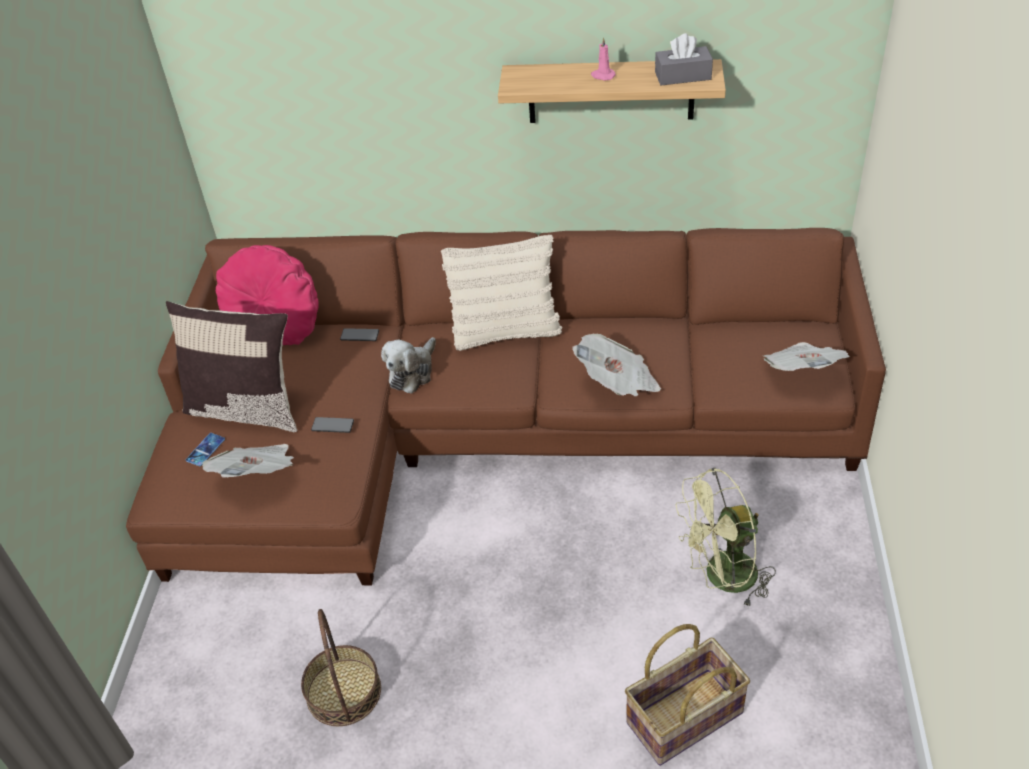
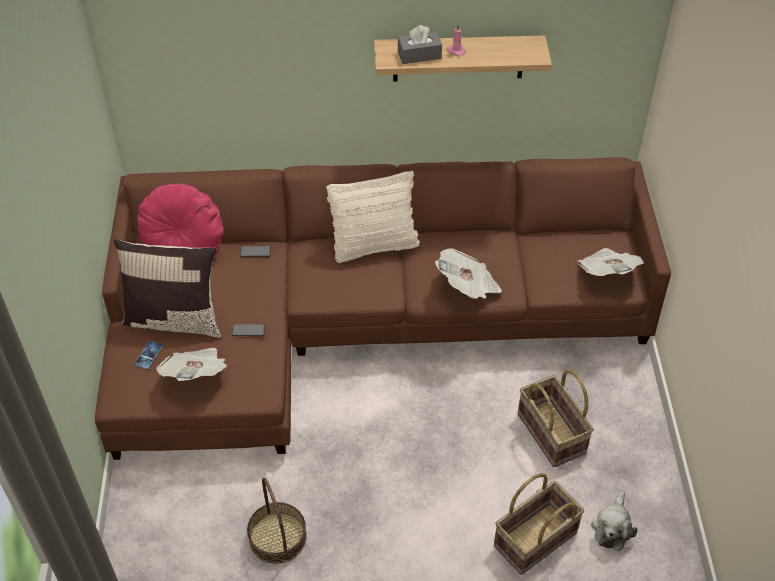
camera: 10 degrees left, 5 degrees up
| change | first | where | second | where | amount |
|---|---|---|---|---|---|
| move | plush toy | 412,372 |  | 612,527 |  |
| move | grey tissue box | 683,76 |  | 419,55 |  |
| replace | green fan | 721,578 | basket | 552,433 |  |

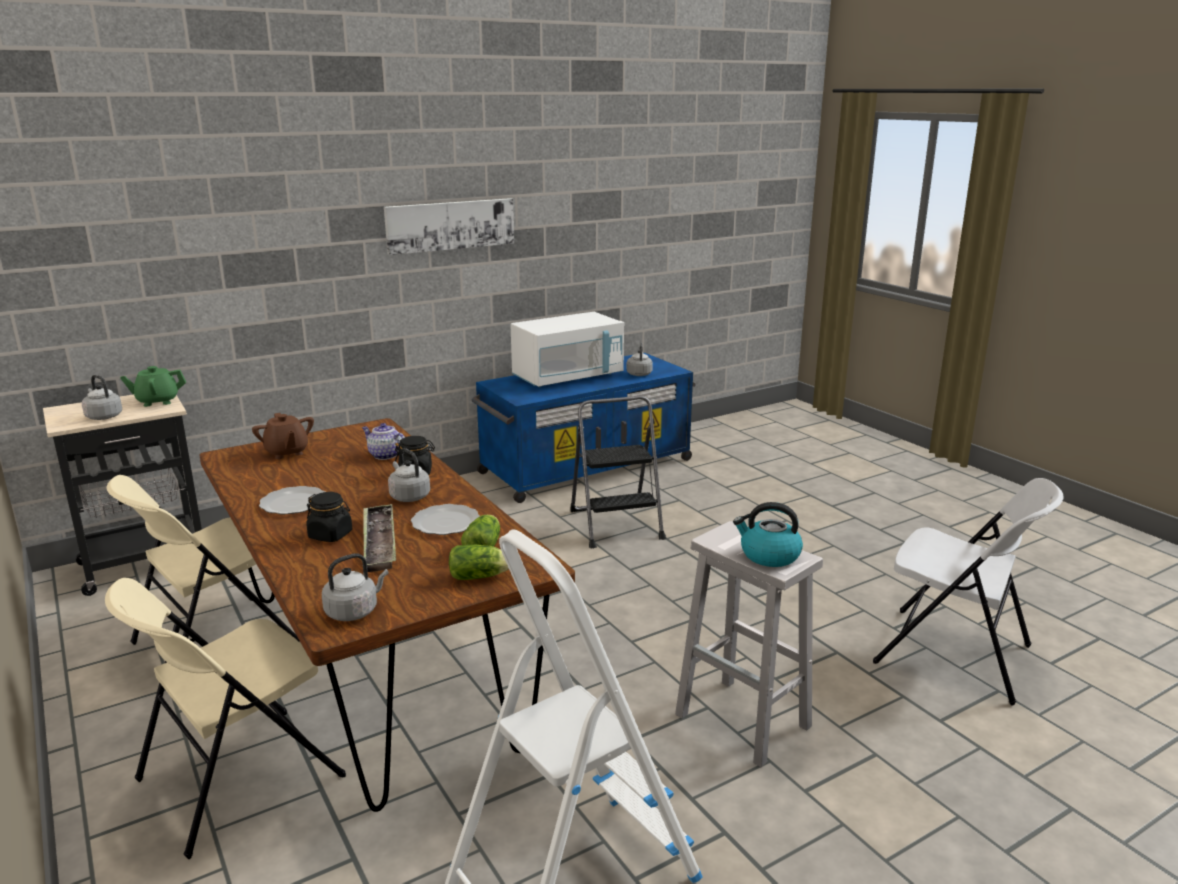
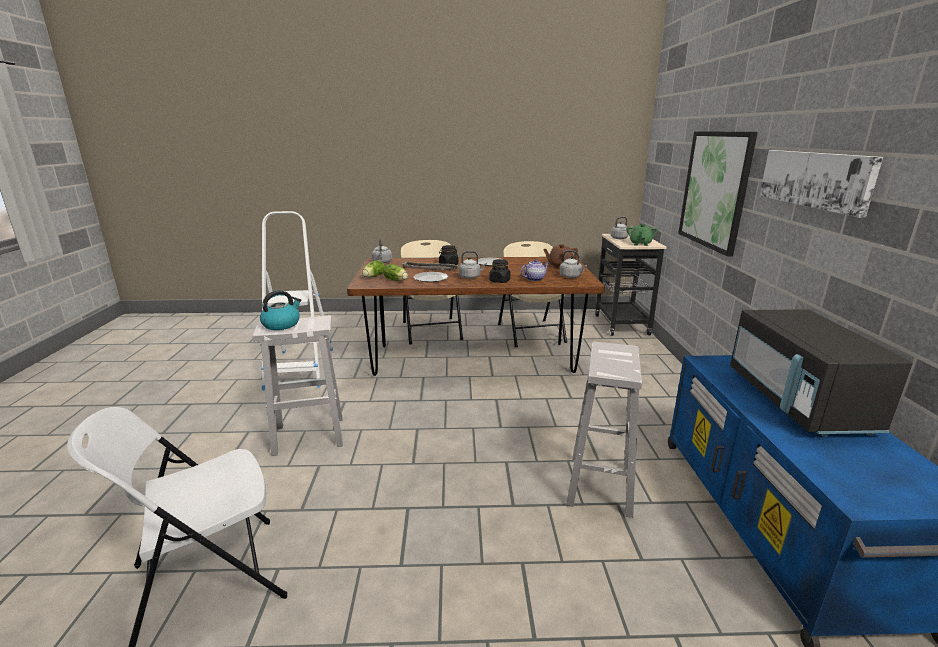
camera: 120 degrees right, 0 degrees up
| change | first | where | second | where | amount |
|---|---|---|---|---|---|
| recolor | white microwave | 568,377 | black microwave | 797,402 |  |
| replace | black step ladder | 615,522 | white stool | 600,486 |  |
| move | grey kettle | 639,374 |  | 571,276 |  |
| insert |  |  | picture | 715,190 |  |

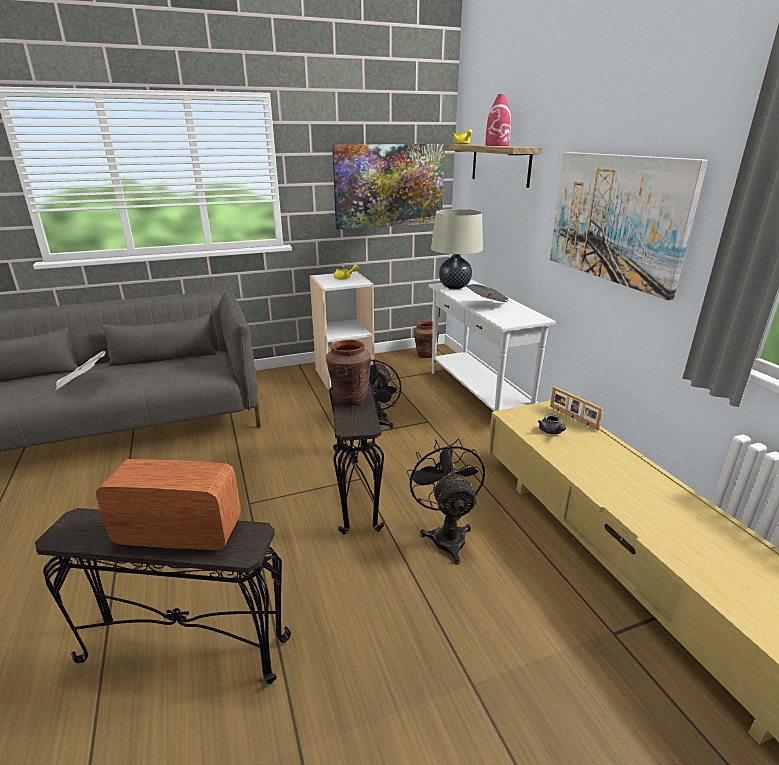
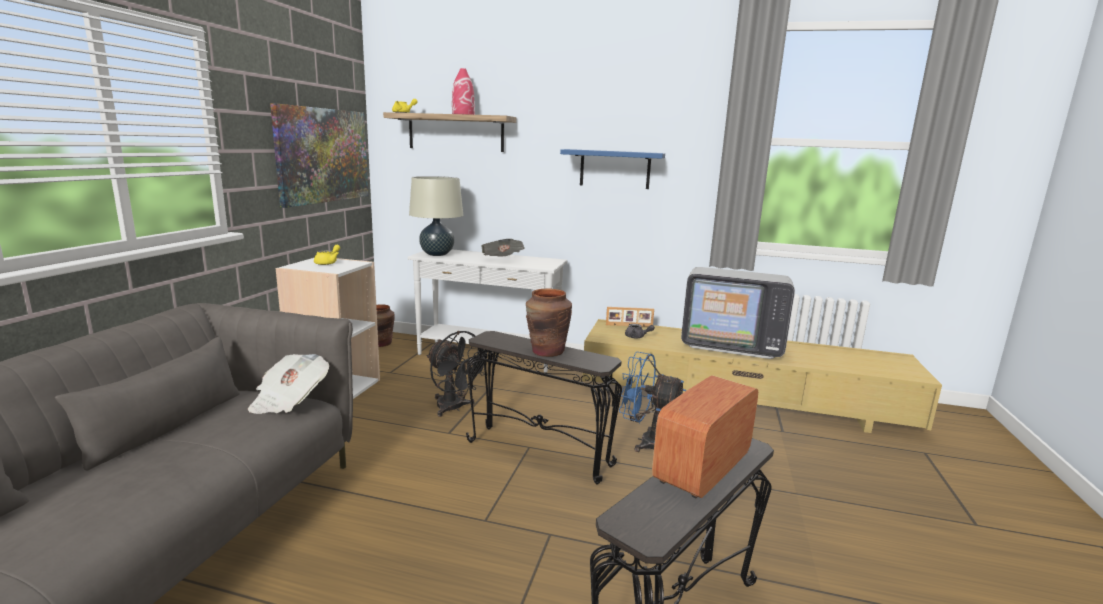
camera: 55 degrees left, 10 degrees down
| change | first | where | second | where | amount |
|---|---|---|---|---|---|
| move | newspaper | 82,383 |  | 289,400 |  |
| recolor | black fan | 446,535 | blue fan | 646,441 |  |
| replace | picture | 616,219 | blue shelf | 615,169 |  |
| insert |  |  | television | 731,344 |  |

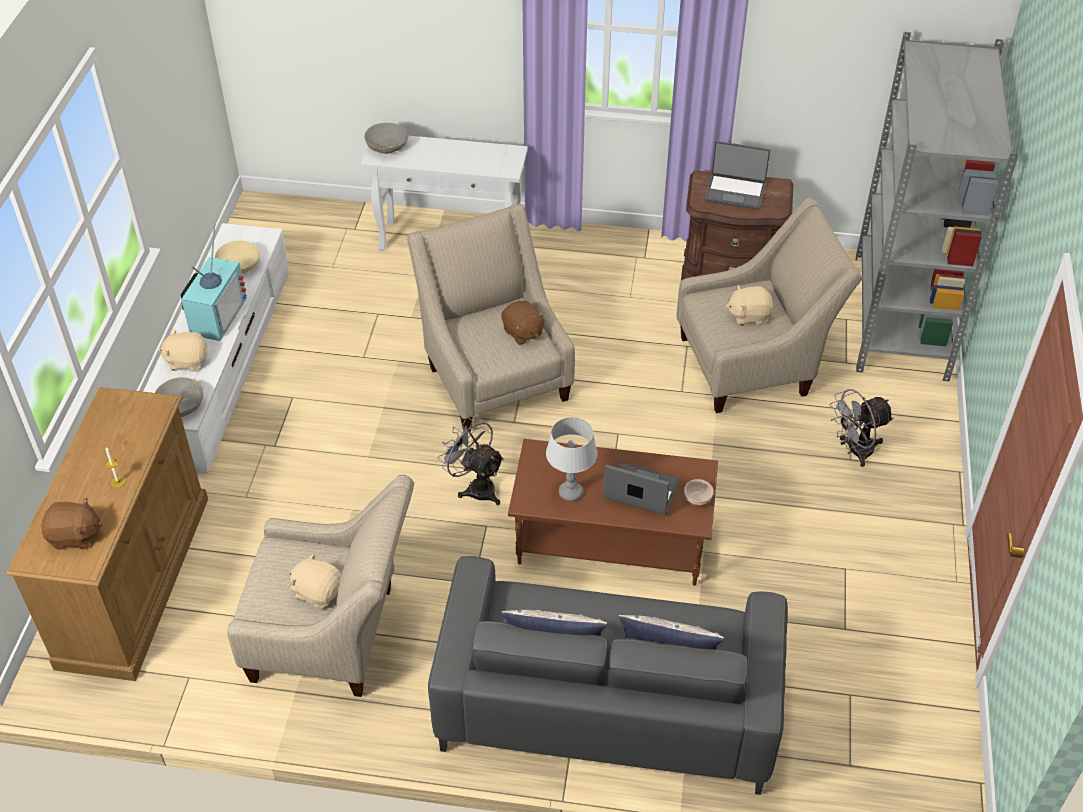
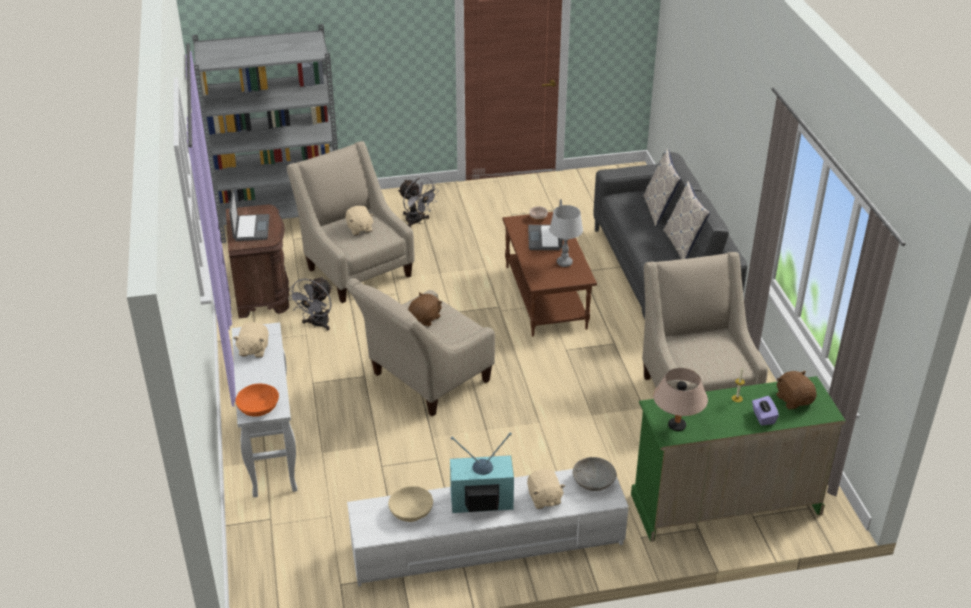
camera: 110 degrees left, 10 degrees down
| change | first | where | second | where | amount |
|---|---|---|---|---|---|
| recolor | brown cabinet | 136,579 | green cabinet | 724,504 |  |
| move | beige plush toy | 318,592 |  | 253,349 |  |
| recolor | grey bowl | 387,146 | orange bowl | 258,407 |  |
| move | grey fan | 476,487 |  | 317,324 |  |
| insert |  |  | beige table lamp | 676,425 |  |
| insert |  |  | purple tissue box | 763,417 |  |

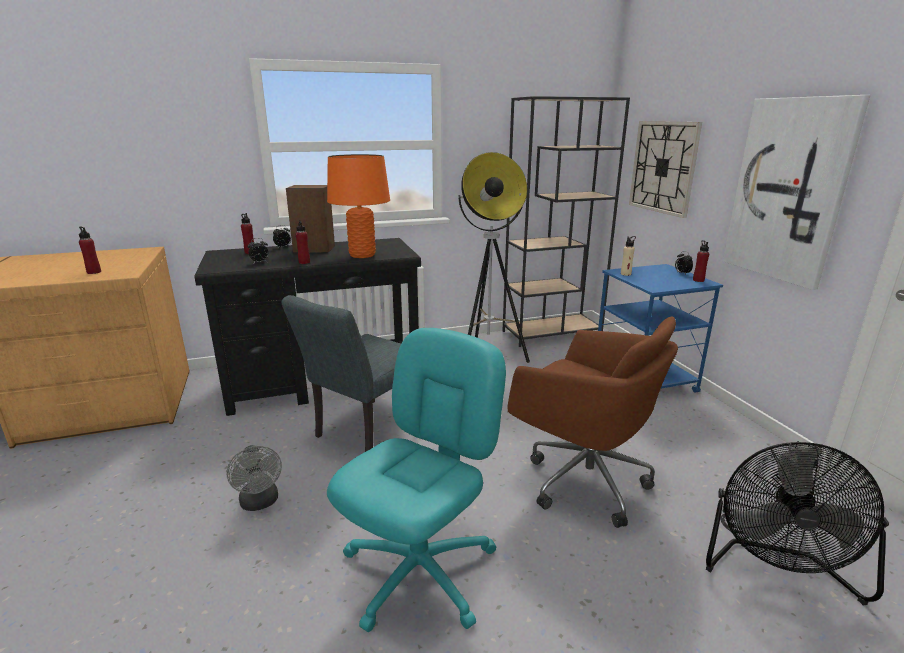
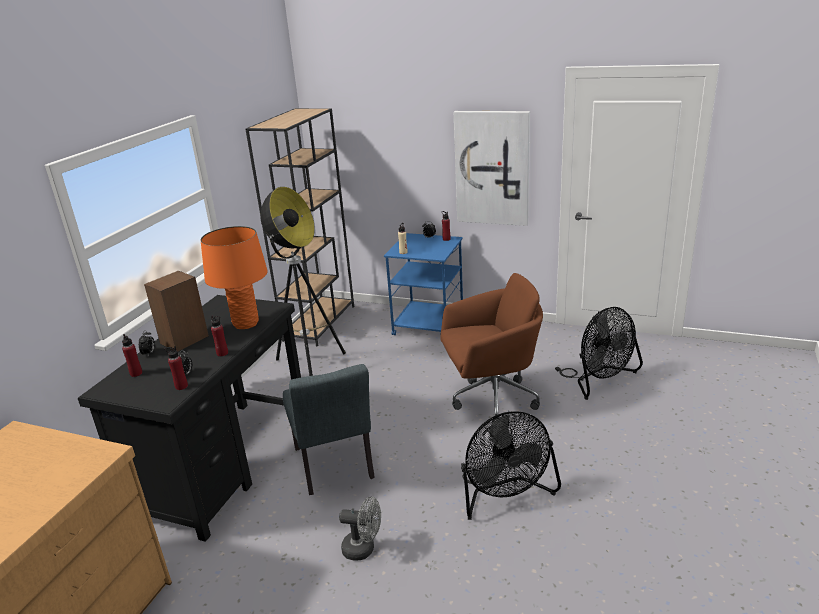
camera: 50 degrees left, 5 degrees up
| change | first | where | second | where | amount |
|---|---|---|---|---|---|
| move | red bottle | 94,272 |  | 181,386 |  |
| replace | turquoise office chair | 420,570 | black fan | 501,494 |  |
| delete | wall clock | 663,167 |  |  |  |

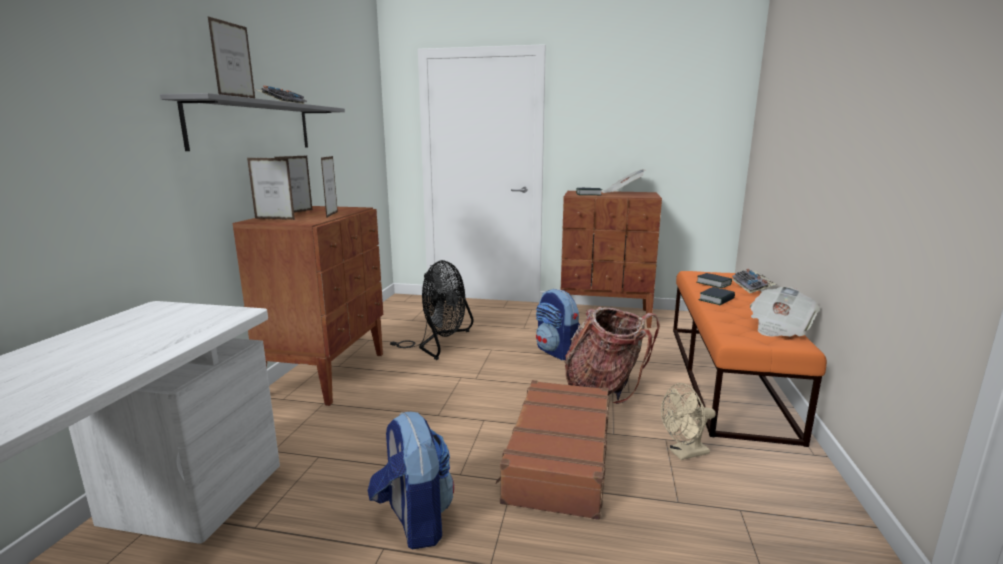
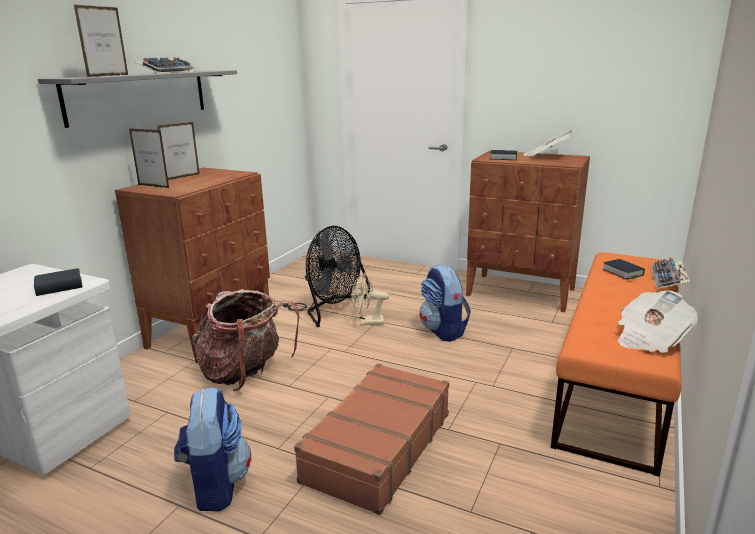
camera: 15 degrees right, 5 degrees up
| change | first | where | second | where | amount |
|---|---|---|---|---|---|
| delete | picture frame | 332,215 |  |  |  |
| move | backpack | 605,389 |  | 245,373 |  |
| move | beige fan | 684,453 |  | 367,322 |  |
| move | book | 716,299 |  | 59,287 |  |

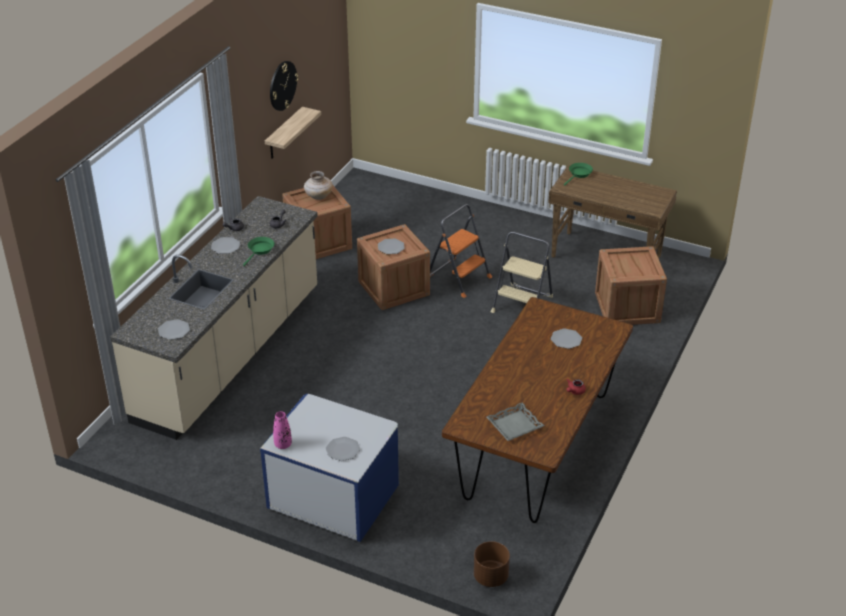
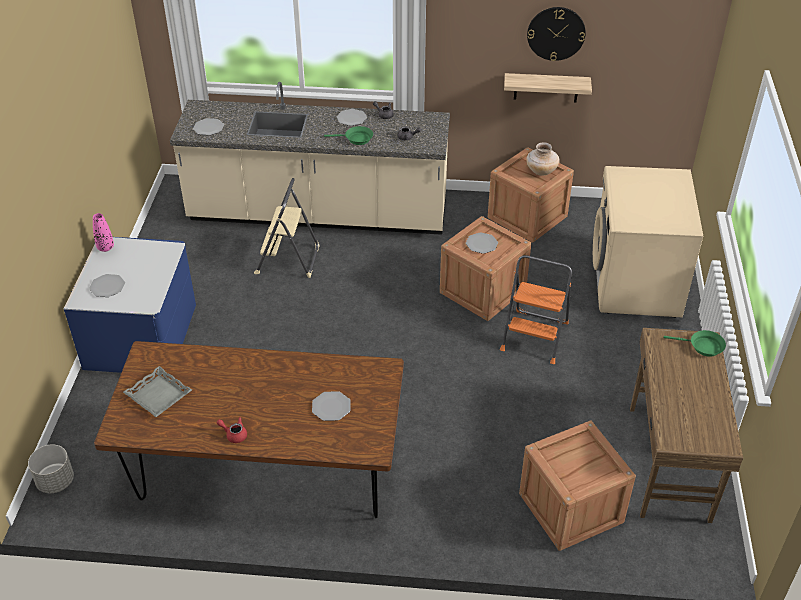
camera: 70 degrees right, 5 degrees up
| change | first | where | second | where | amount |
|---|---|---|---|---|---|
| recolor | brown planter | 490,577 | grey planter | 55,481 |  |
| move | beige step ladder | 523,303 |  | 290,260 |  |
| insert |  |  | beige washing machine | 633,283 |  |

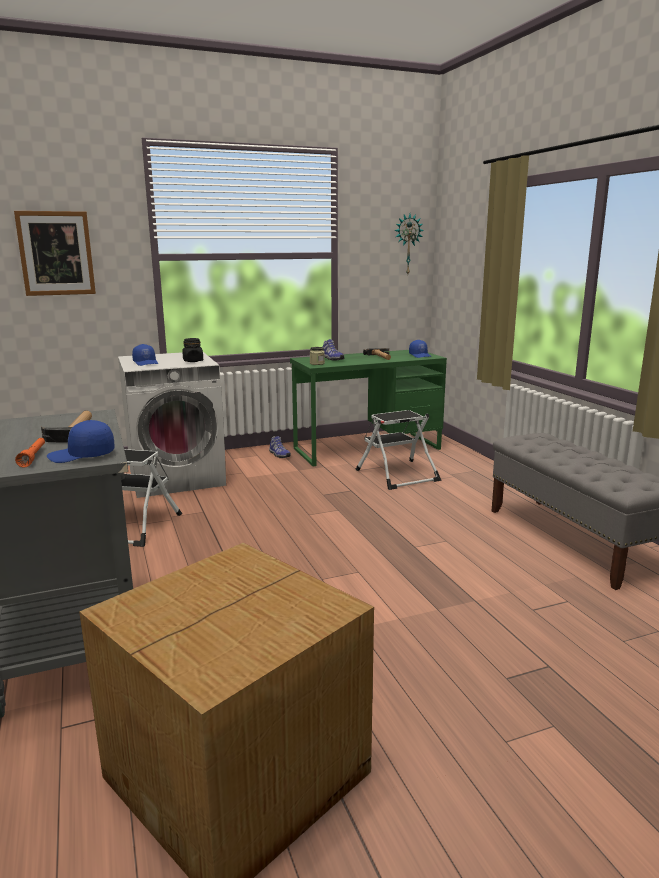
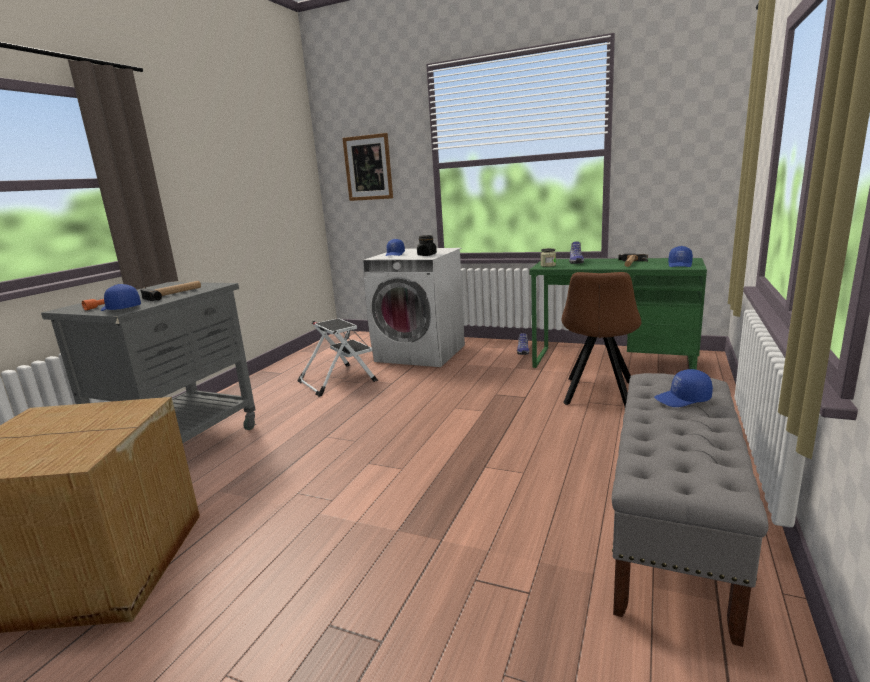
camera: 45 degrees right, 0 degrees up
| change | first | where | second | where | amount |
|---|---|---|---|---|---|
| replace | step ladder | 398,474 | brown chair | 598,393 |  |
| delete | wall clock | 407,244 |  |  |  |
| insert |  |  | blue cap | 683,399 |  |

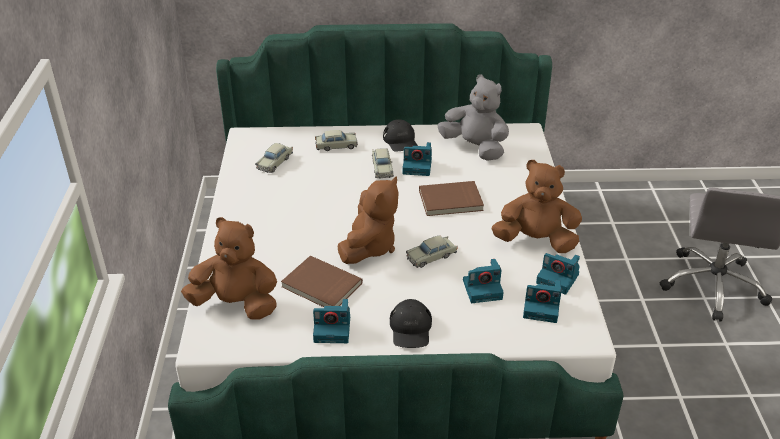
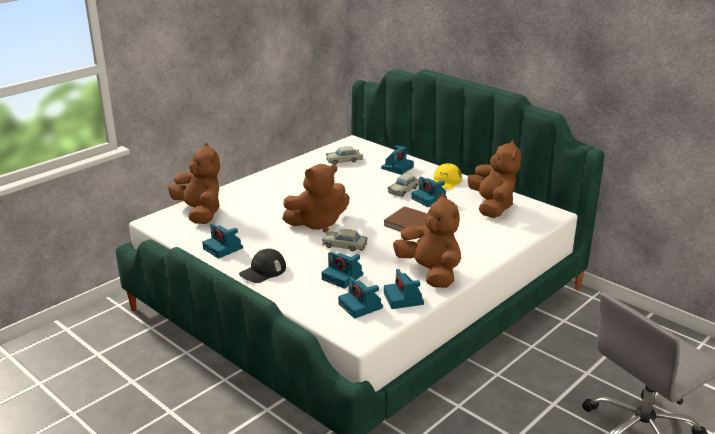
camera: 45 degrees right, 10 degrees down
| change | first | where | second | where | amount |
|---|---|---|---|---|---|
| delete | brown book | 321,286 |  |  |  |
| replace | beige toy car | 336,146 | photo camera | 397,167 |  |
| recolor | black cap | 400,141 | yellow cap | 445,182 |  |
| recolor | grey plush toy | 475,148 | brown plush toy | 492,206 |  |

